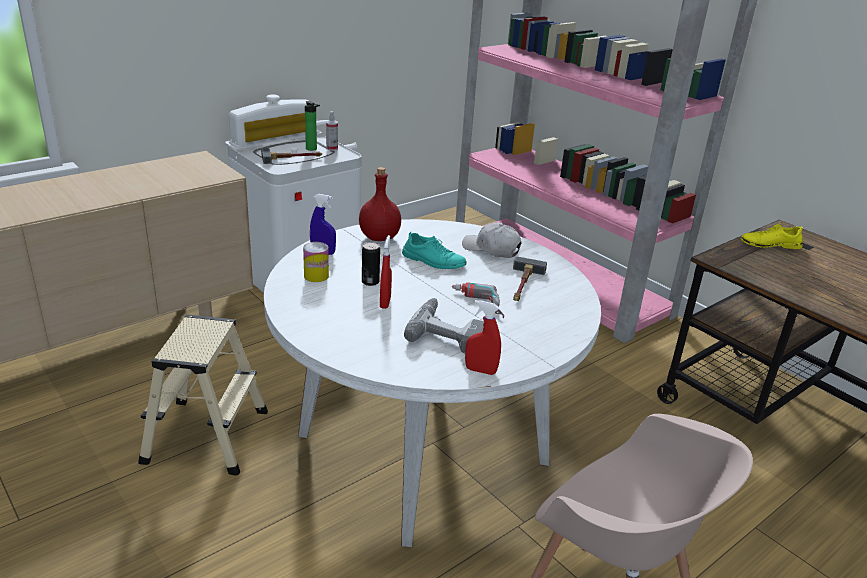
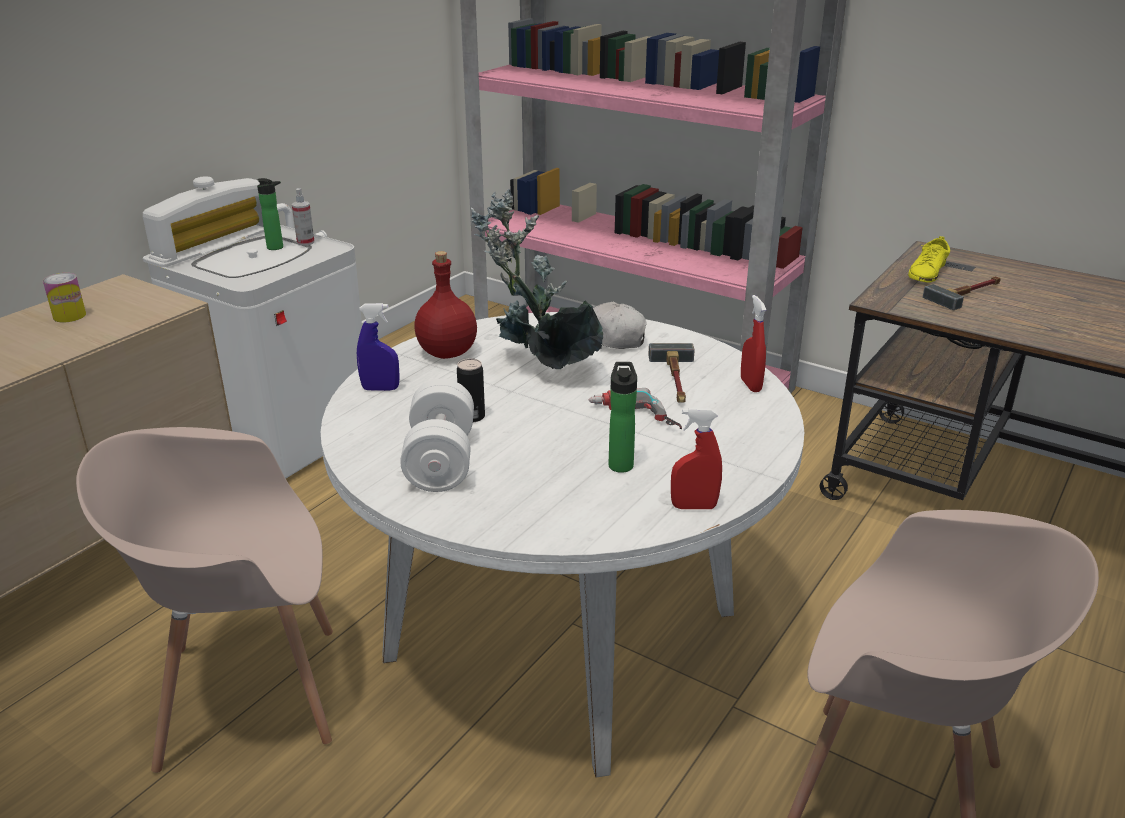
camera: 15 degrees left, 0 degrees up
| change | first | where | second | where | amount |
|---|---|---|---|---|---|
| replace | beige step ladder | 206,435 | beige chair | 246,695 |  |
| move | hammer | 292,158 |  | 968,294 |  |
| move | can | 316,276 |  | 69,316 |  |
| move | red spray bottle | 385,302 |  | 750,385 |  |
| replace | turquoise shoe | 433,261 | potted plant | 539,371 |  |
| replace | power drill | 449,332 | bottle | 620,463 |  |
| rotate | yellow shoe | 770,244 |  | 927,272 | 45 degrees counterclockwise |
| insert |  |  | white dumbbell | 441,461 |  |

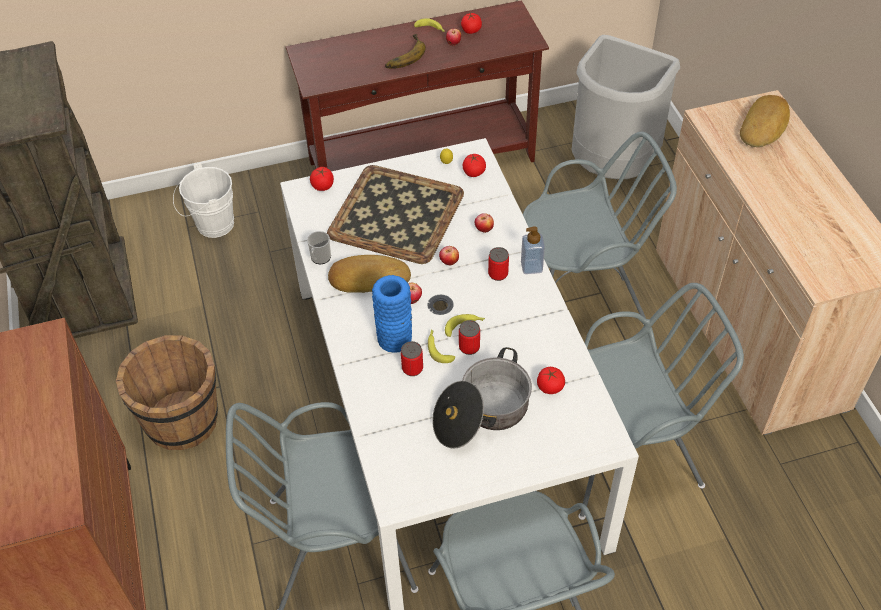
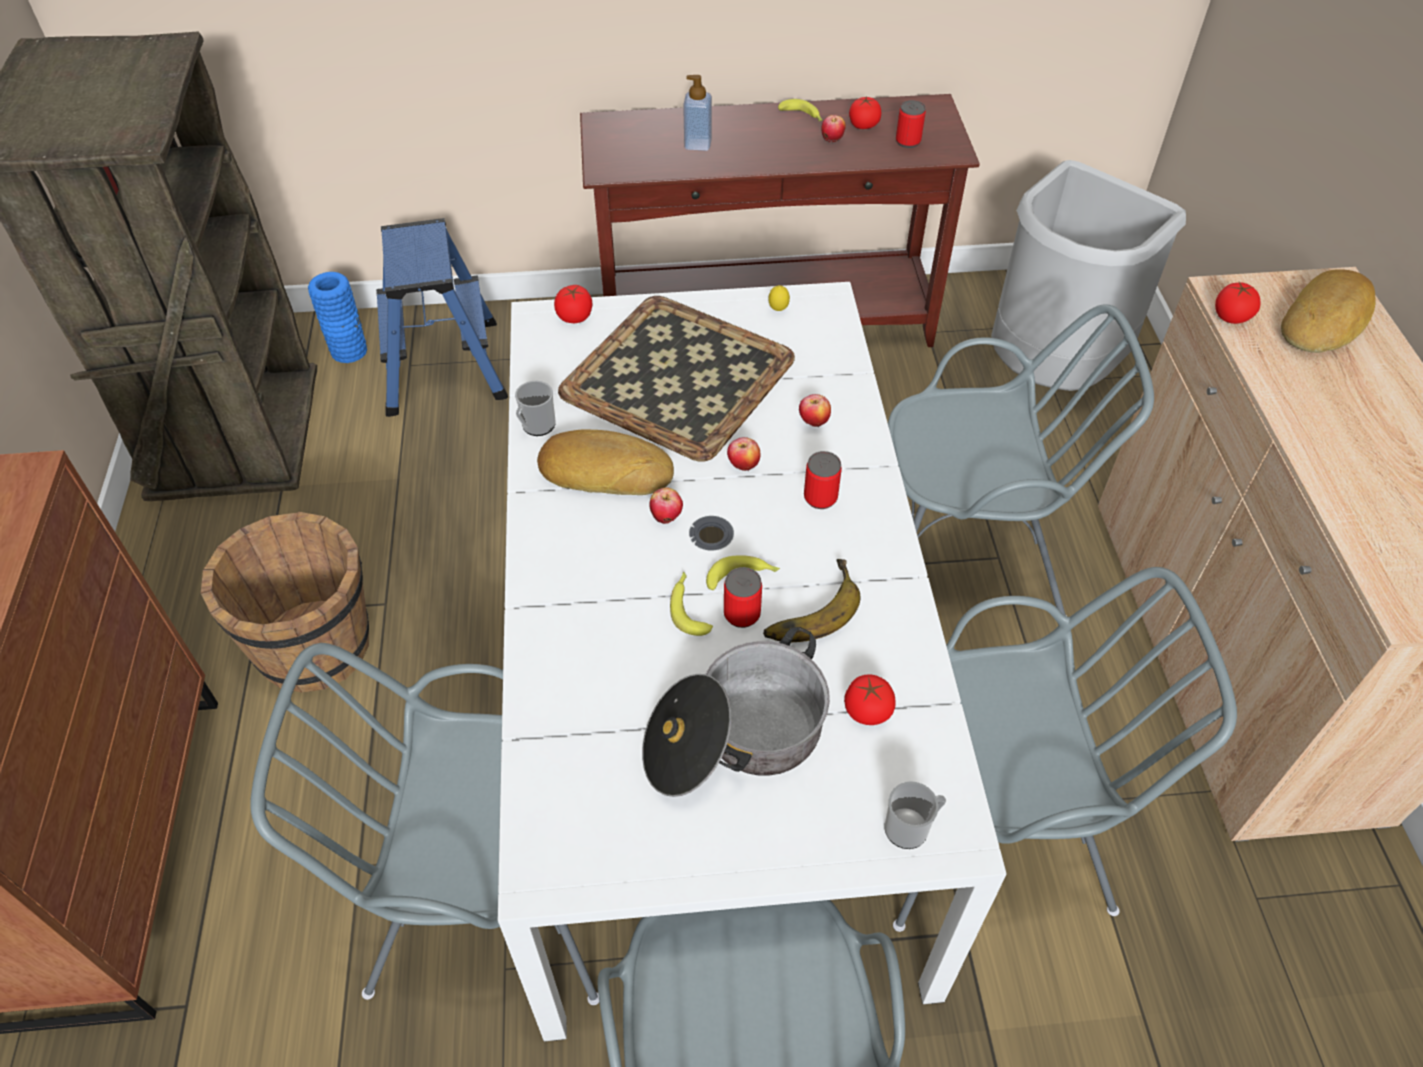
camera: 10 degrees right, 0 degrees up
| change | first | where | second | where | amount |
|---|---|---|---|---|---|
| replace | white bucket | 211,225 | blue step ladder | 443,368 |  |
| move | blue vase | 395,339 |  | 349,351 |  |
| move | banana | 403,55 |  | 807,607 |  |
| move | can | 412,368 |  | 908,141 |  |
| move | tomato | 474,172 |  | 1231,317 |  |
| move | soap dispenser | 531,267 |  | 698,144 |  |
| insert |  |  | mug | 911,827 |  |

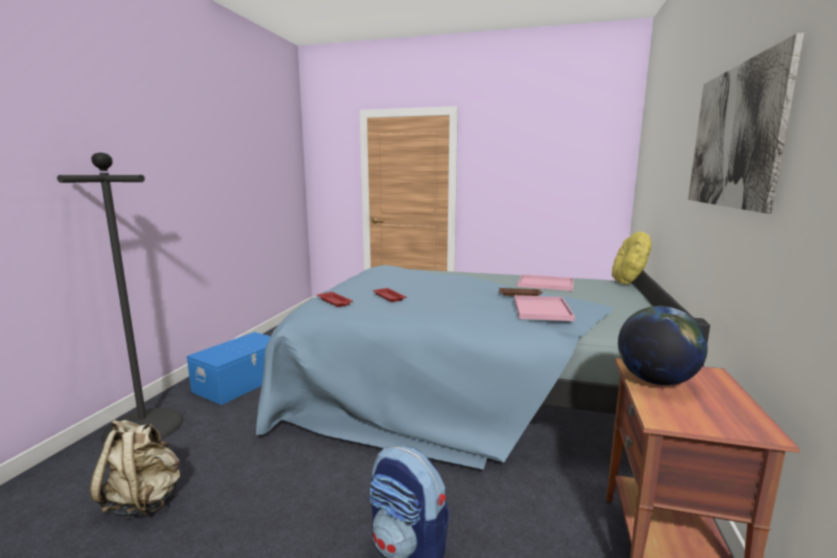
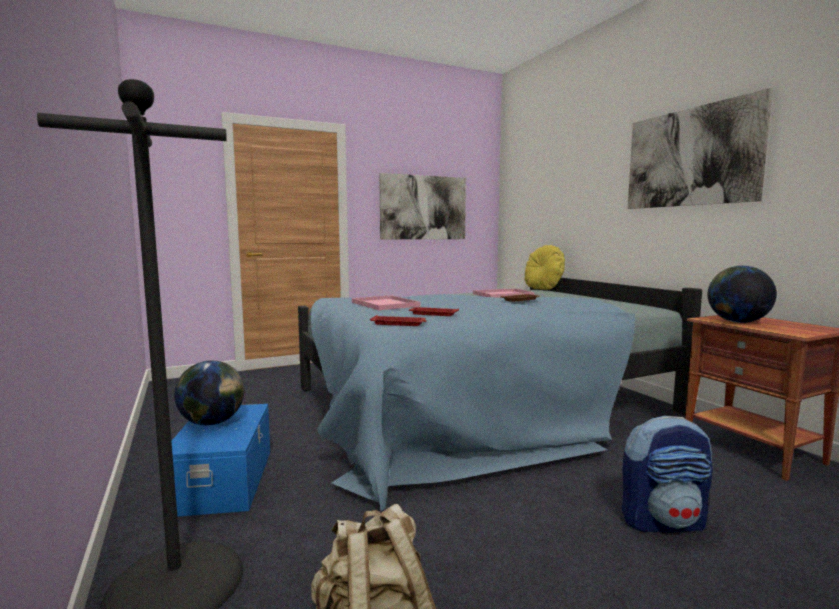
camera: 40 degrees left, 5 degrees down
| change | first | where | second | where | amount |
|---|---|---|---|---|---|
| move | pink tray | 543,310 |  | 386,304 |  |
| insert |  |  | globe | 212,422 |  |
| insert |  |  | picture | 423,207 |  |

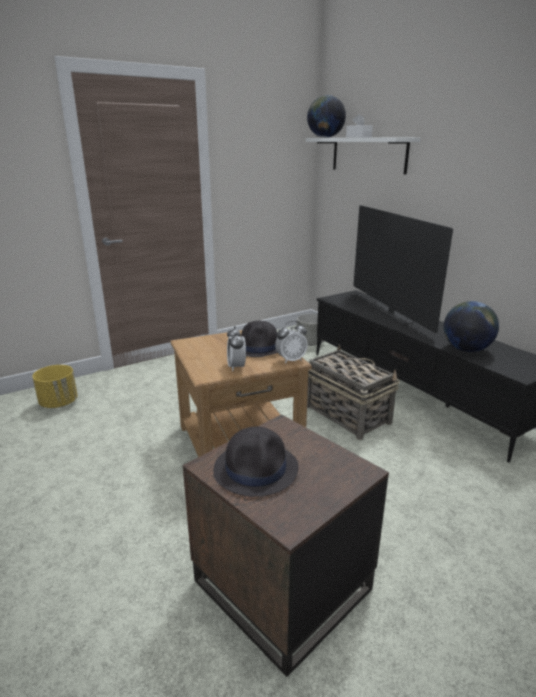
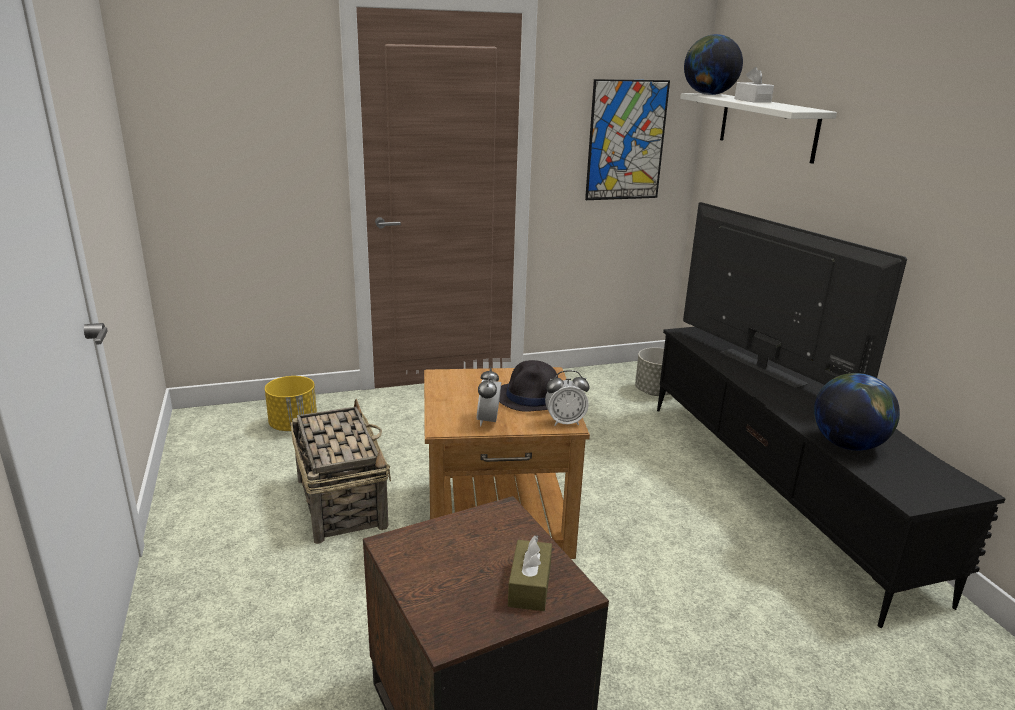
camera: 15 degrees right, 0 degrees up
| change | first | where | second | where | amount |
|---|---|---|---|---|---|
| delete | black hat | 256,469 |  |  |  |
| move | basket | 346,414 |  | 341,502 |  |
| rotate | television | 390,313 |  | 761,368 | 150 degrees clockwise |
| insert |  |  | brown tissue box | 529,586 |  |
| insert |  |  | picture | 626,141 |  |

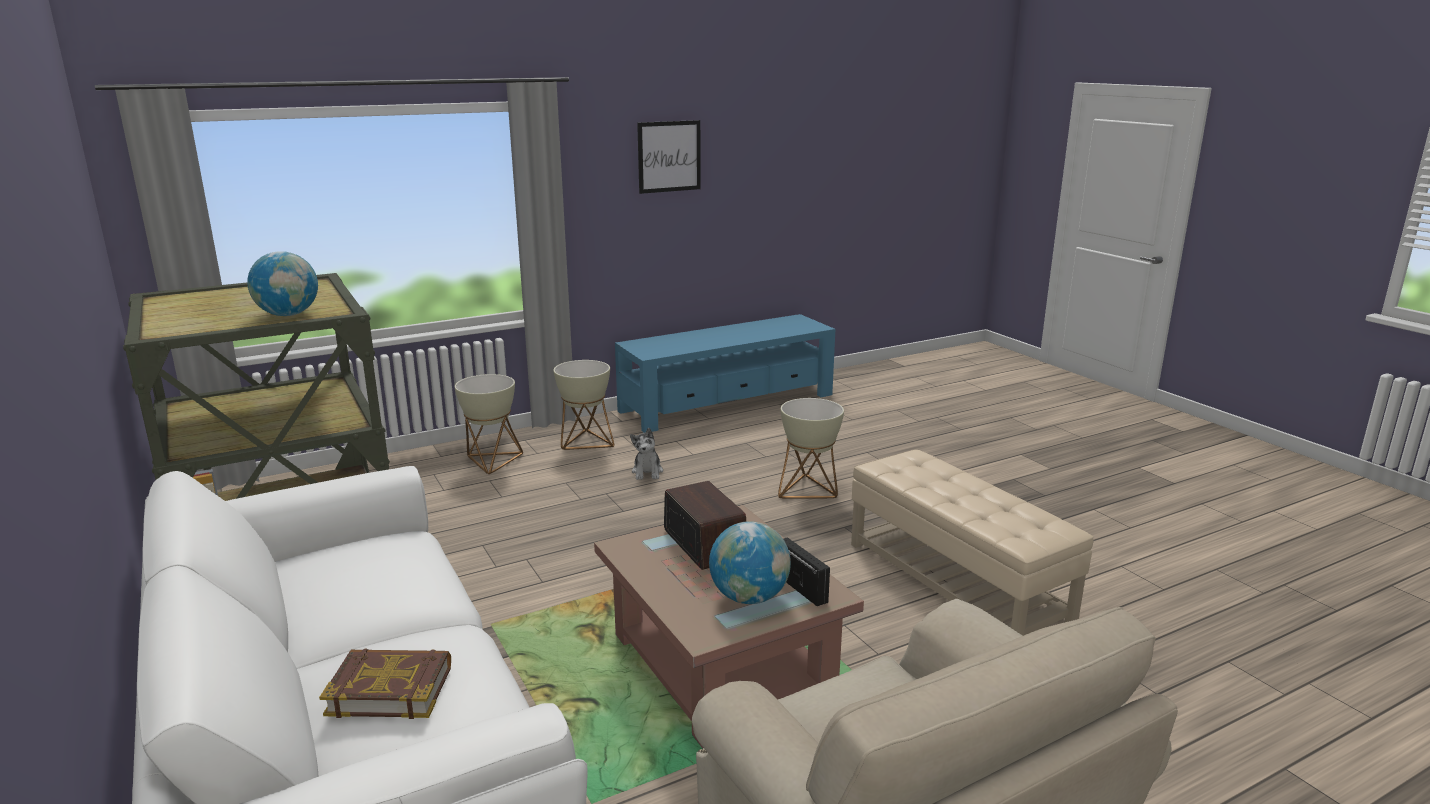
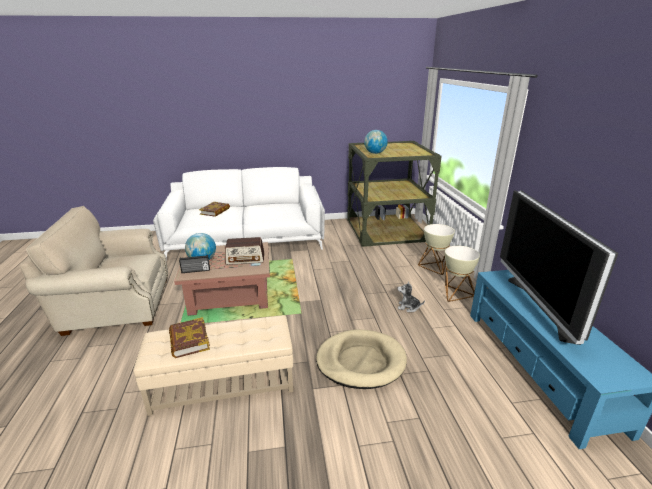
camera: 110 degrees right, 5 degrees up
| change | first | where | second | where | amount |
|---|---|---|---|---|---|
| delete | picture | 669,156 |  |  |  |
| replace | planter | 808,491 | beige dog bed | 361,361 |  |
| insert |  |  | book | 189,340 |  |
| insert |  |  | television | 541,307 |  |

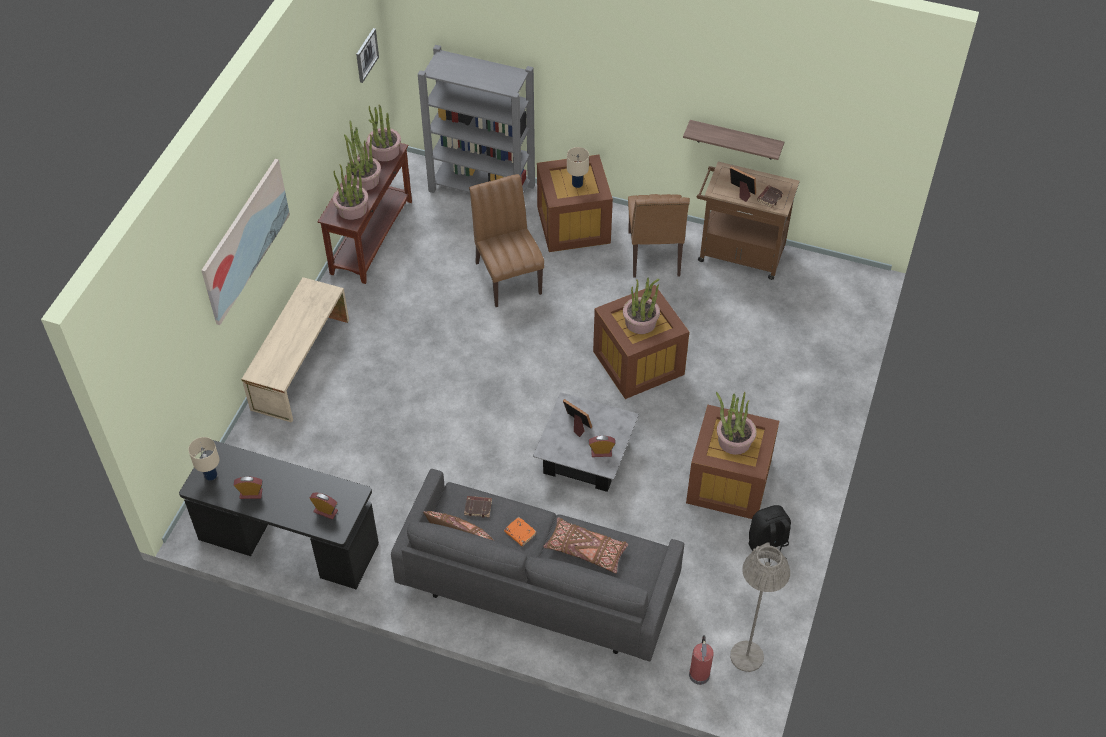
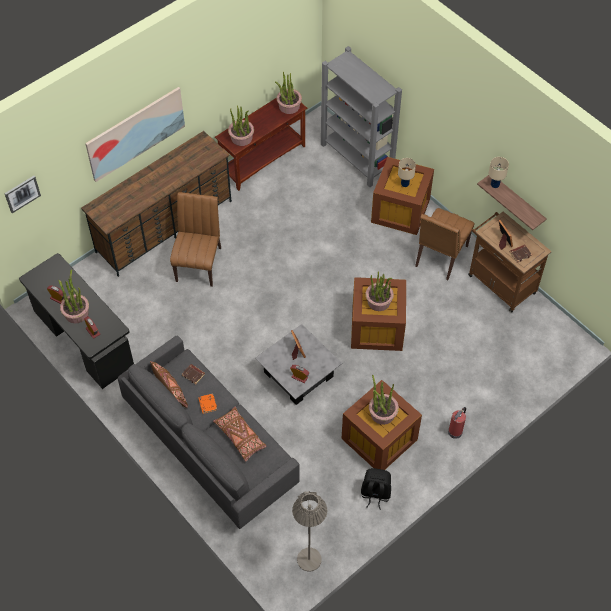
camera: 30 degrees right, 5 degrees up
| change | first | where | second | where | amount |
|---|---|---|---|---|---|
| move | beige table lamp | 211,476 |  | 495,185 |  |
| replace | beige bench | 300,363 | brown dresser | 164,225 |  |
| move | potted plant | 364,180 |  | 76,313 |  |
| move | picture | 366,55 |  | 22,193 |  |
| move | brown chair | 508,278 |  | 199,265 |  |
| move | fire extinguisher | 699,673 |  | 455,431 |  |

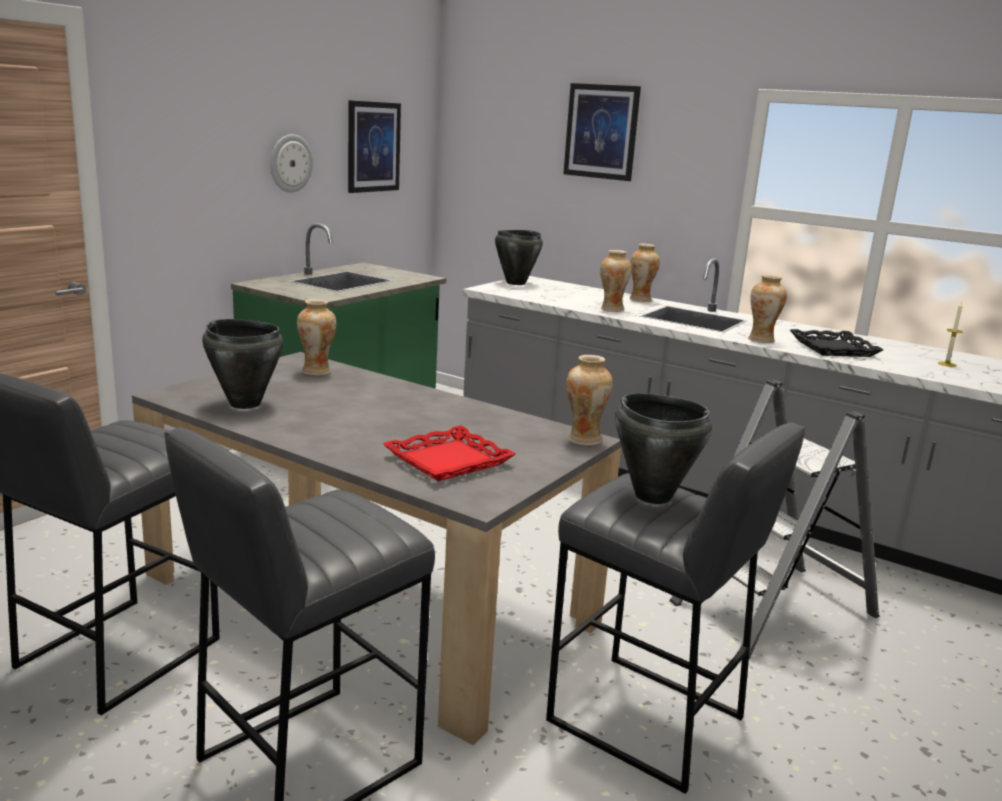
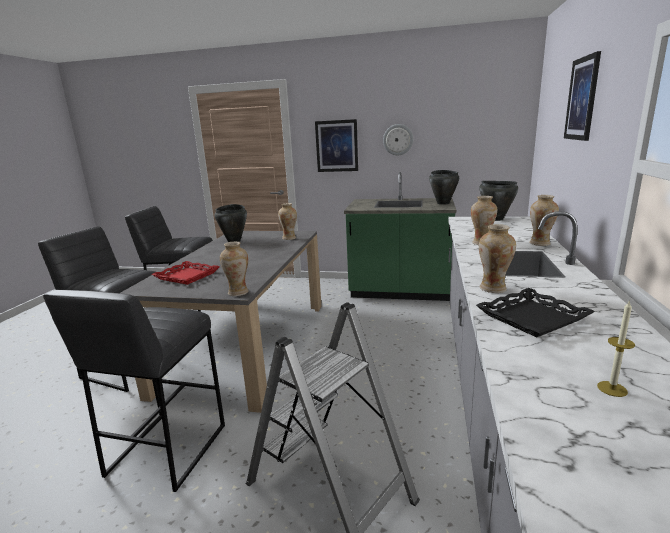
camera: 70 degrees right, 0 degrees up
| change | first | where | second | where | amount |
|---|---|---|---|---|---|
| move | picture | 373,147 |  | 337,146 |  |
| move | black cooking pot | 652,496 |  | 443,203 |  |

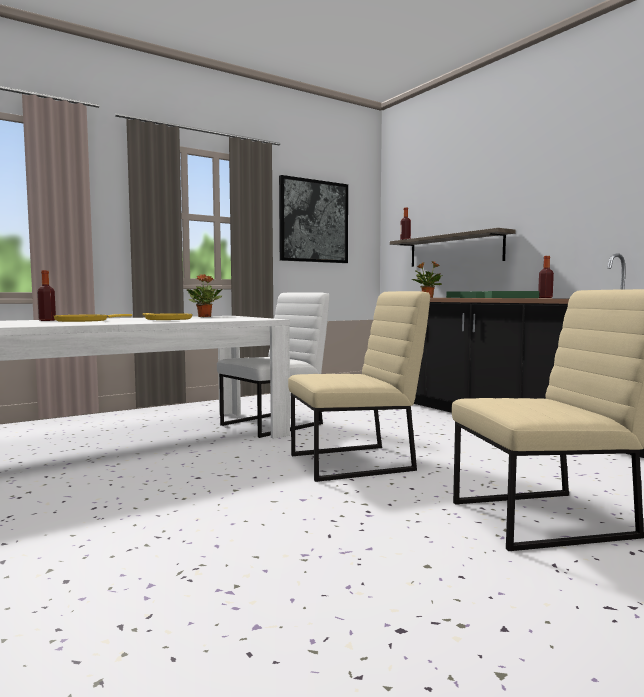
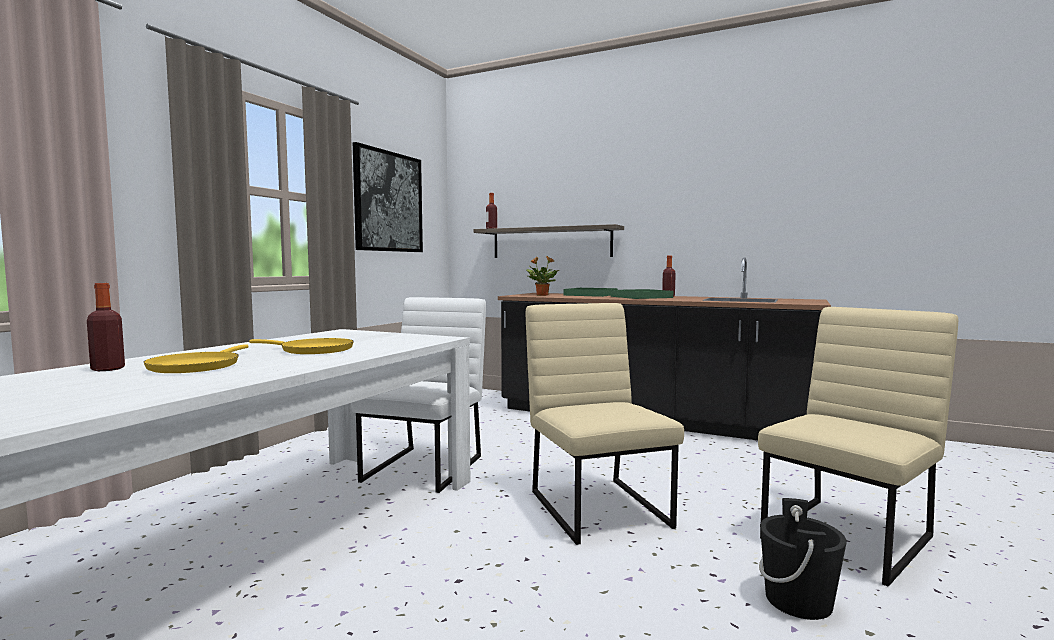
camera: 30 degrees left, 0 degrees up
| change | first | where | second | where | amount |
|---|---|---|---|---|---|
| delete | potted plant | 205,316 |  |  |  |
| rotate | beige chair | 355,462 |  | 597,506 | 60 degrees counterclockwise |
| insert |  |  | black bucket | 798,601 |  |

